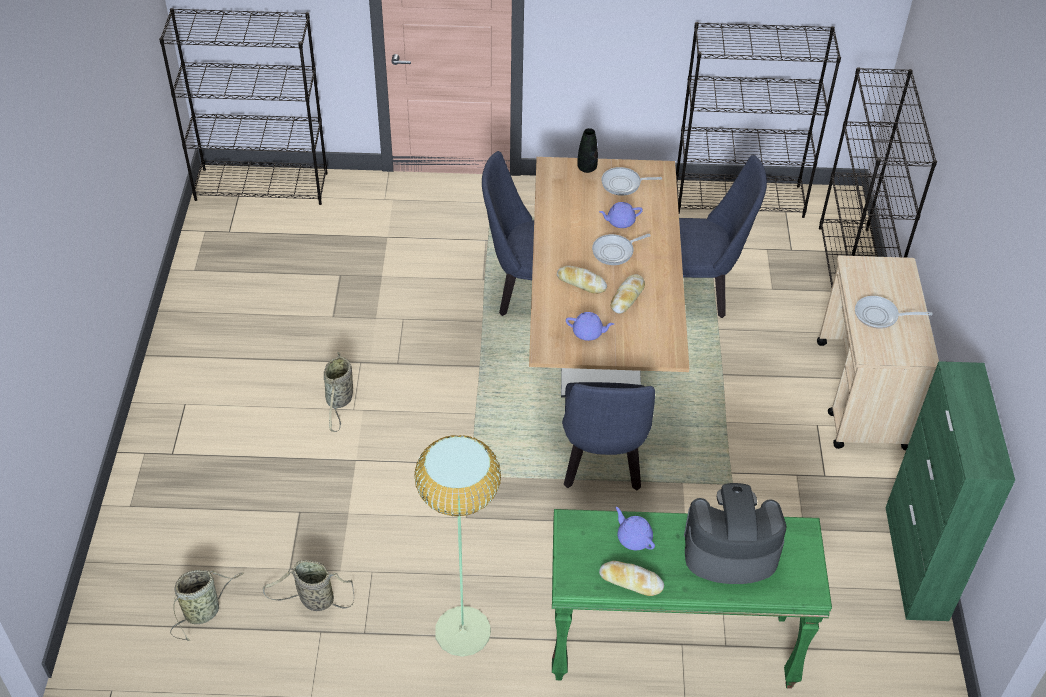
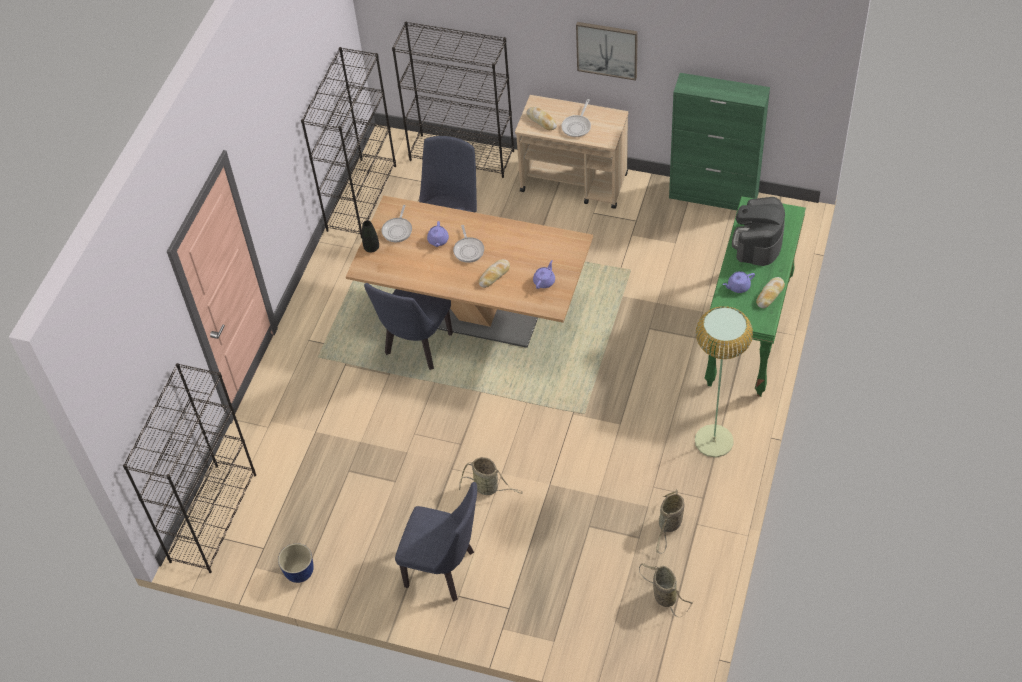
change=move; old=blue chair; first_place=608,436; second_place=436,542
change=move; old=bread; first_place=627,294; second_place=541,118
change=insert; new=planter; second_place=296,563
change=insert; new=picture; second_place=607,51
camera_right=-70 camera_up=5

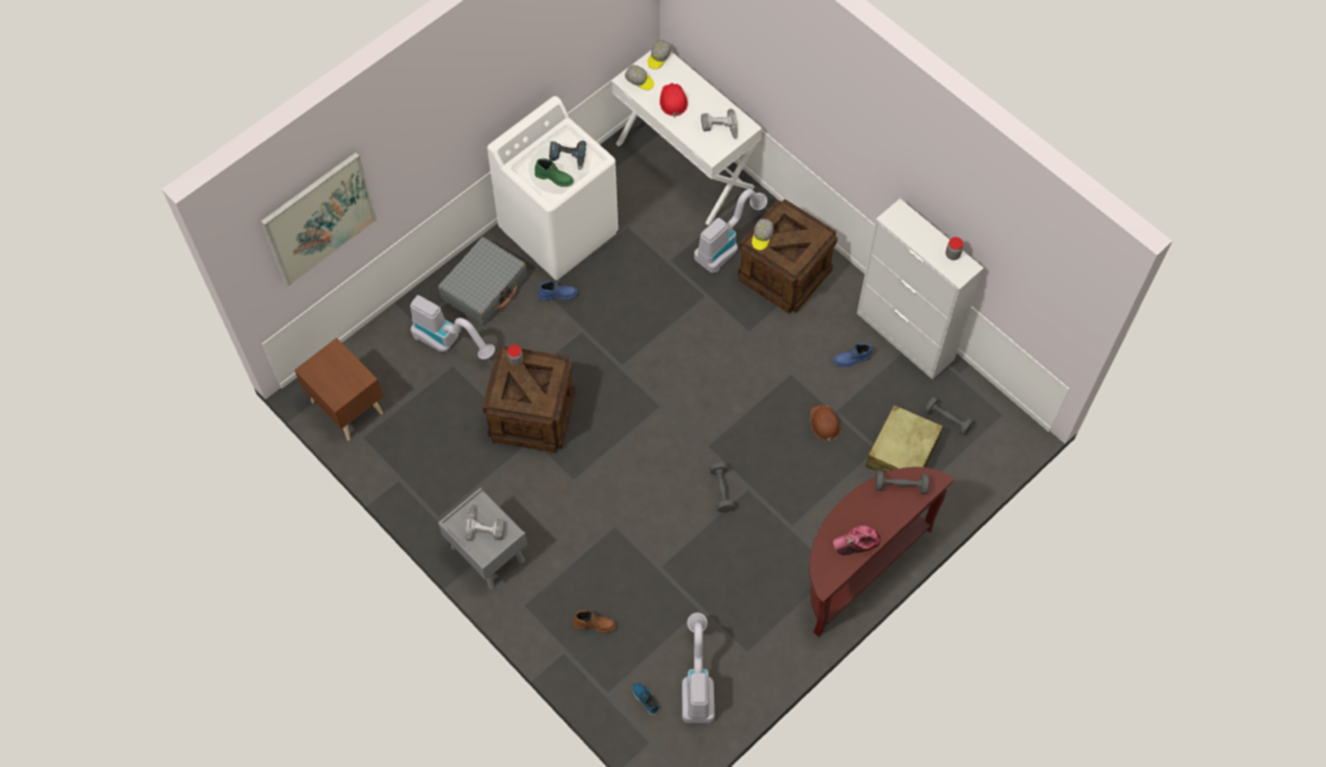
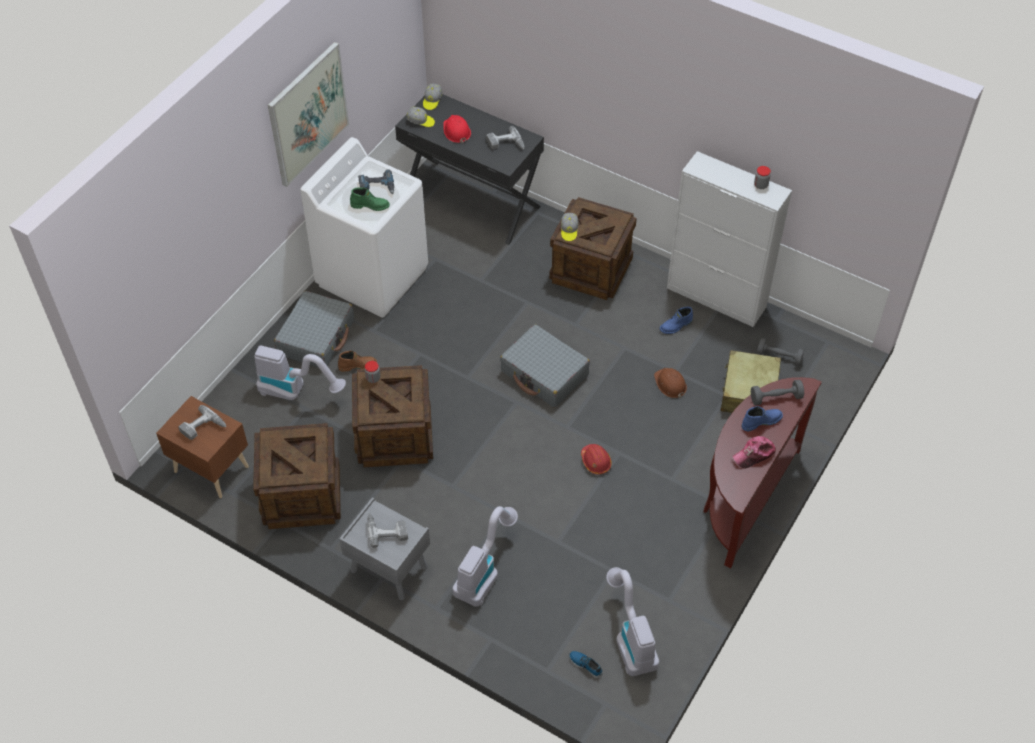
change=move; old=picture; first_place=319,219; second_place=308,114
change=move; old=blue boot; first_place=558,291; second_place=762,418
change=move; old=brown boot; first_place=594,621; second_place=357,361
change=recolor; old=white desk; new=black desk; first_place=687,138; second_place=469,169
change=move; old=vacuum cleaner; first_place=730,231; second_place=485,556
change=replace; old=grey dumbbell; new=red hard hat; first_place=722,487; second_place=596,459
change=insert; new=power drill; second_place=202,422
change=insert; new=crate; second_place=297,476
change=insert; new=grey suitcase; second_place=545,365
camera_right=-15 camera_up=-10

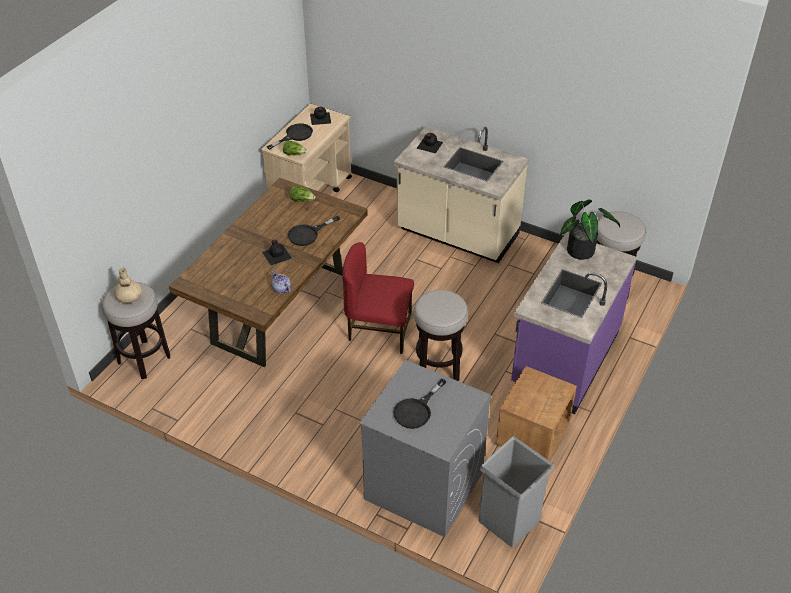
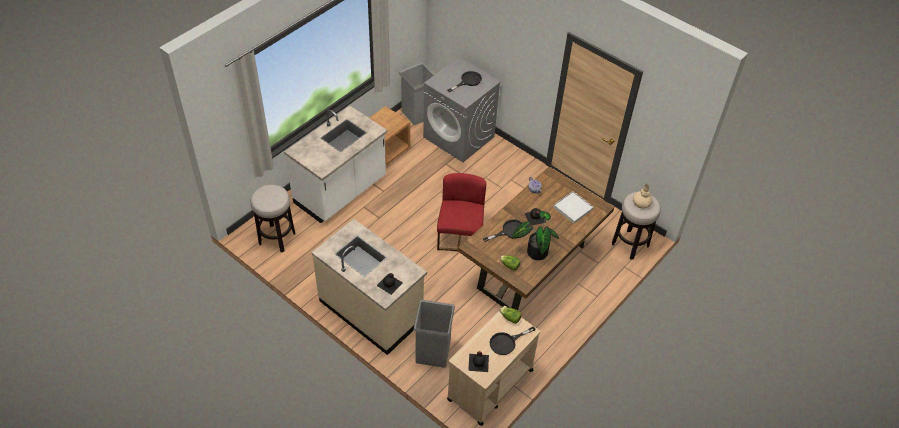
change=rotate; old=red chair; first_place=378,298; second_place=462,212; degrees=-105
change=delete; old=stool; first_place=440,335
change=recolor; old=purple counter; new=white counter; first_place=574,323; second_place=335,164
change=move; old=potted plant; first_place=590,229; second_place=535,235
change=insert; new=grey trash can; second_place=434,334
change=insert; new=white tray; second_place=573,207
camera_right=-170 camera_up=5

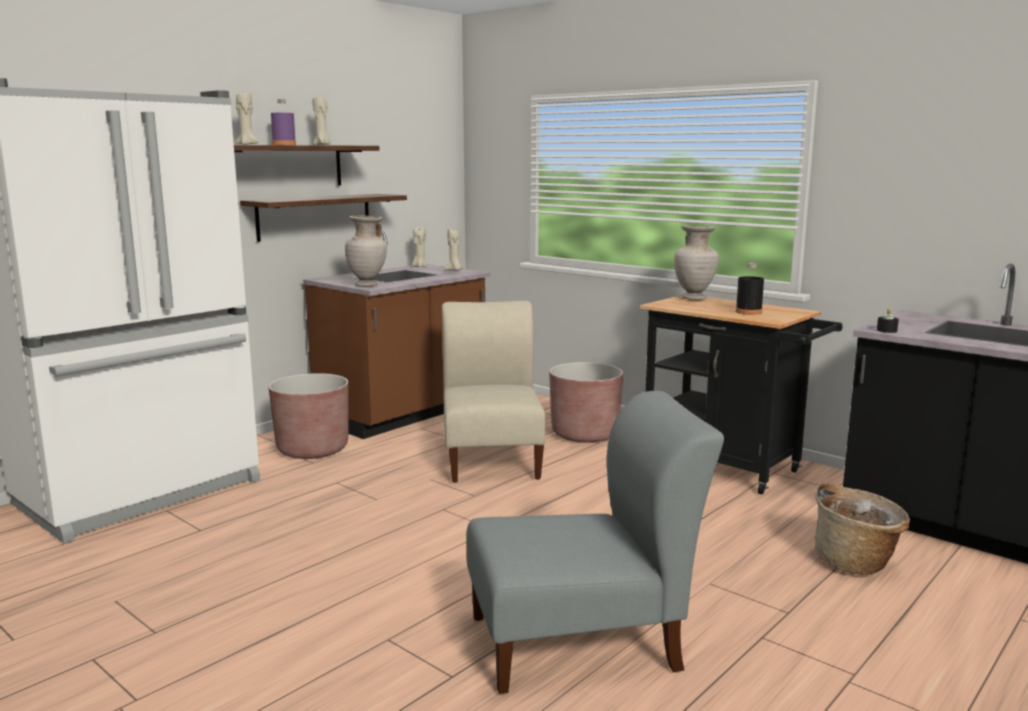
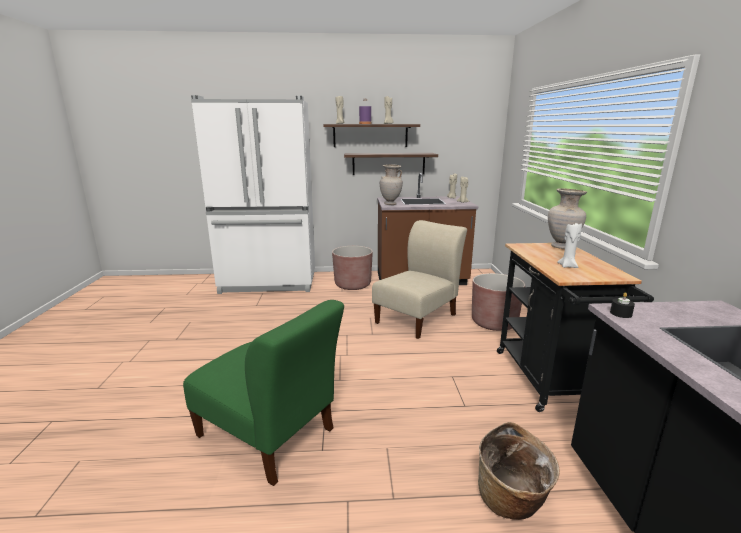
change=recolor; old=grey chair; new=green chair; first_place=595,542; second_place=263,393
change=replace; old=black bottle; new=white candle; first_place=750,289; second_place=569,245
camera_right=45 camera_up=5

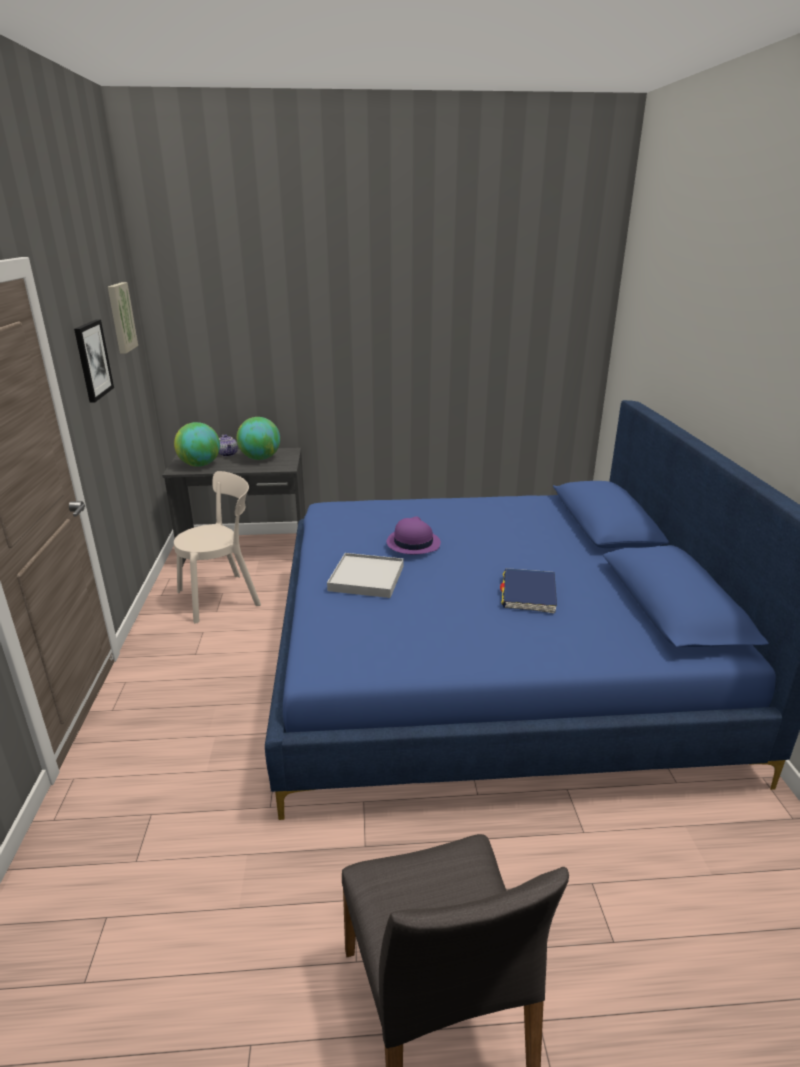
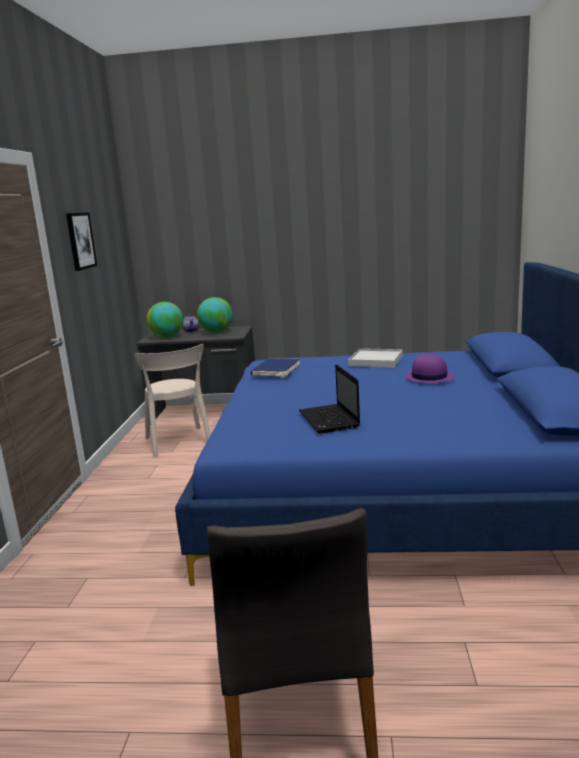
change=delete; old=picture; first_place=123,318
change=rotate; old=beige chair; first_place=217,547; second_place=173,400; degrees=90
change=move; old=white tray; first_place=365,575; second_place=375,358
change=move; old=purple hat; first_place=414,535; second_place=429,368
change=move; old=blue book; first_place=528,590; second_place=275,367
change=insert; new=laptop; second_place=329,398
camera_right=10 camera_up=-10

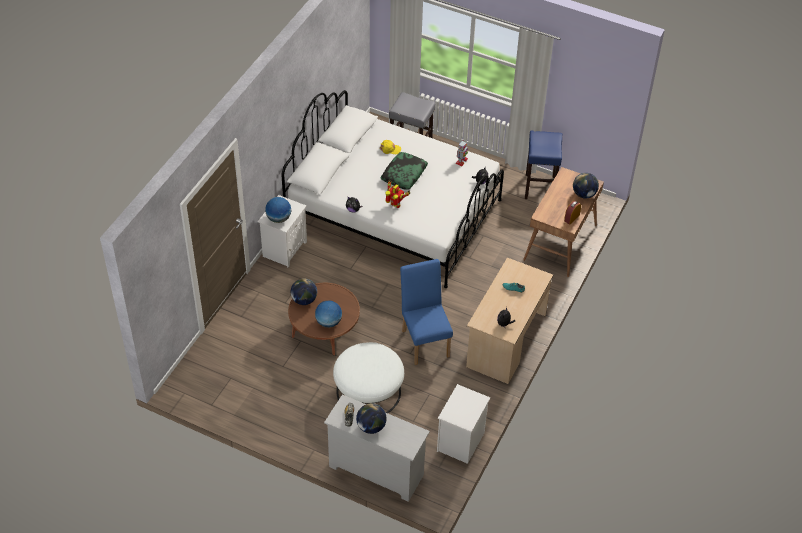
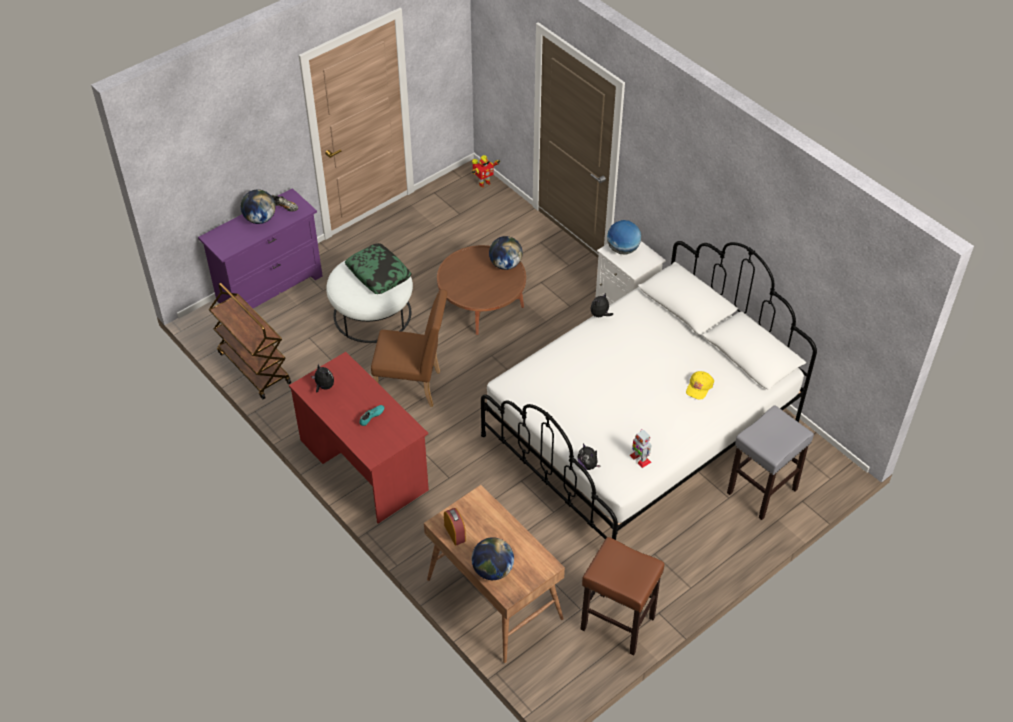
change=delete; old=globe; first_place=328,314
change=recolor; old=white dresser; new=purple dresser; first_place=377,448; second_place=260,248
change=move; old=pillow; first_place=404,171; second_place=378,268
change=move; old=toy robot; first_place=398,194; second_place=486,171
change=recolor; old=blue chair; new=brown chair; first_place=426,312; second_place=409,348
change=replace; old=white nightstand; new=brown cart; first_place=463,424; second_place=250,341
change=recolor; old=beige desk; new=red desk; first_place=509,321; second_place=359,438
change=recolor; old=blue stool; new=brown stool; first_place=543,165; second_place=622,596
camera_right=115 camera_up=0

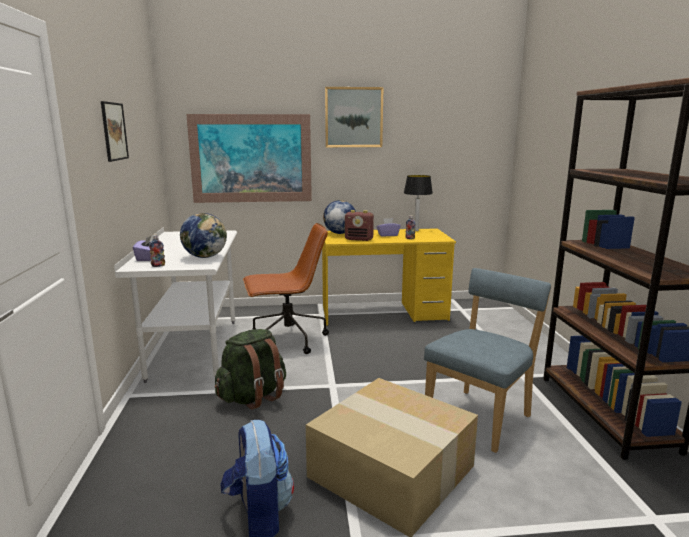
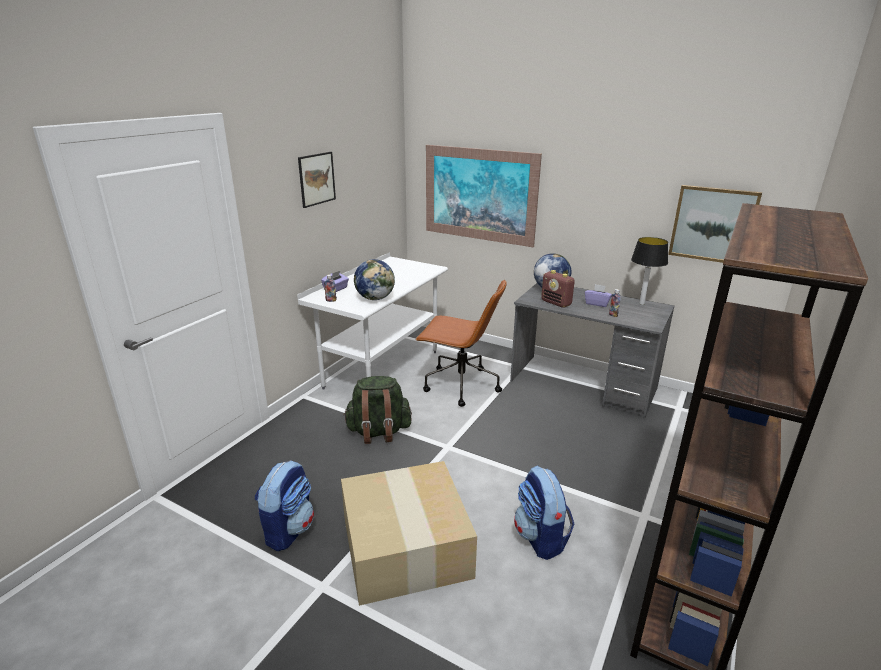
change=recolor; old=yellow desk; new=grey desk; first_place=389,277; second_place=592,350
change=move; old=picture; first_place=354,117; second_place=715,224
change=replace; old=blue chair; new=backpack; first_place=487,360; second_place=544,513
camera_right=35 camera_up=10

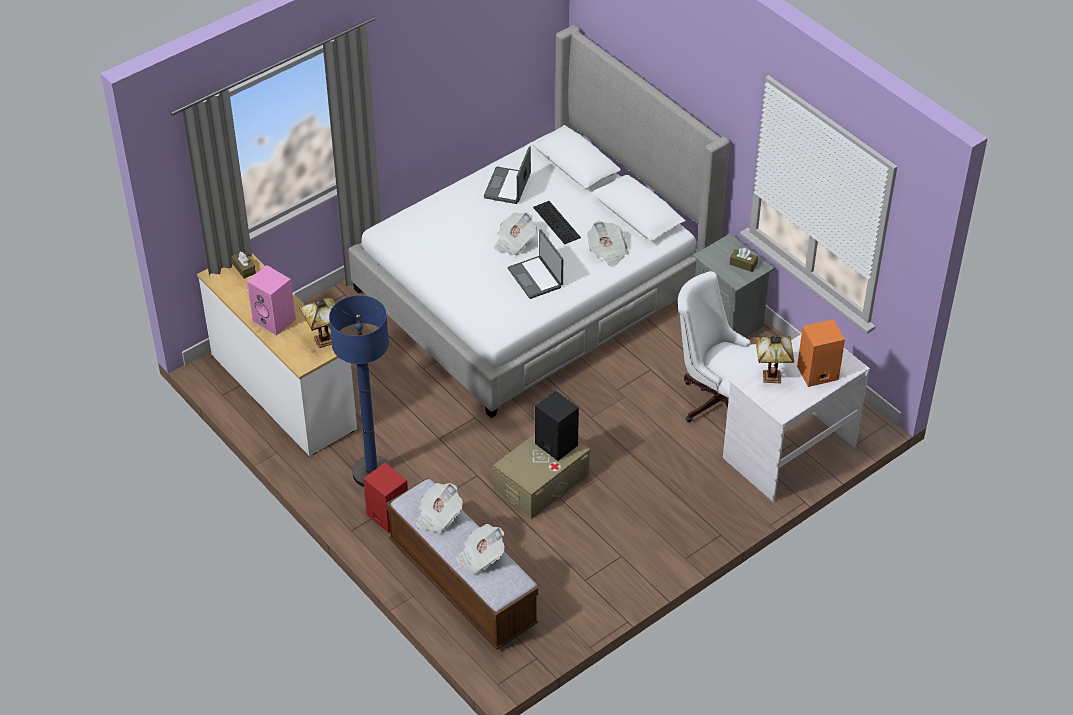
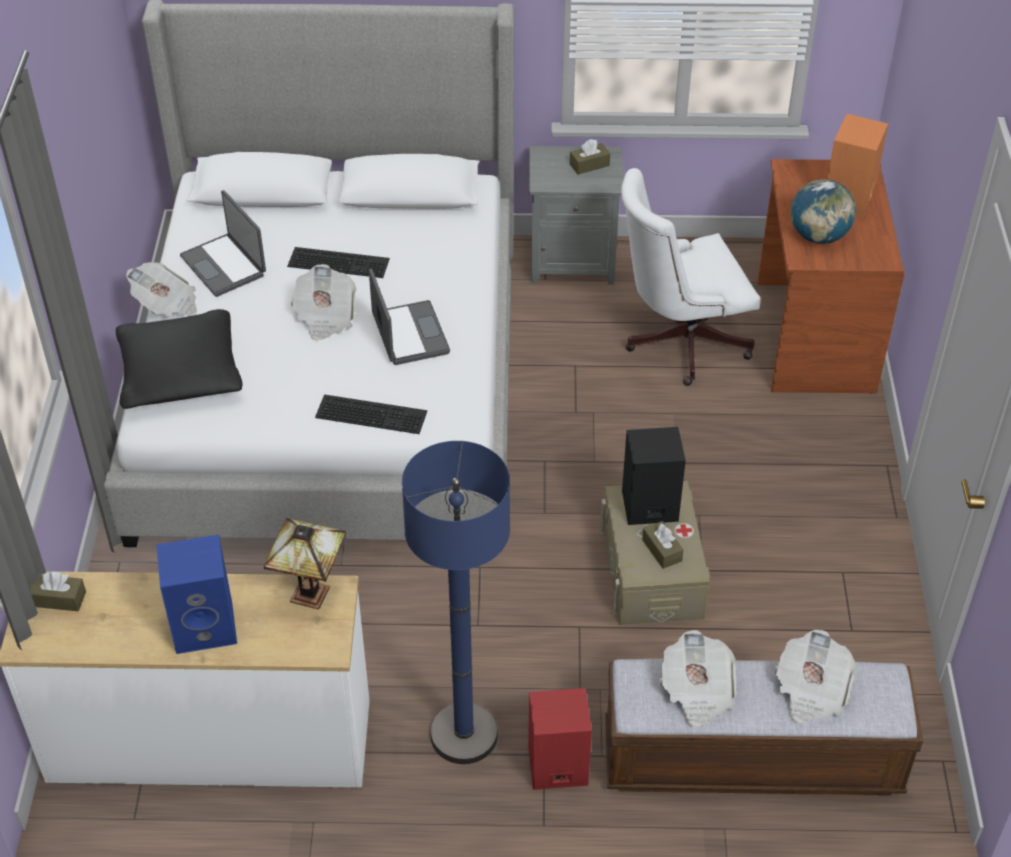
change=recolor; old=pink speaker; new=blue speaker; first_place=271,300; second_place=196,594
change=rotate; old=laptop; first_place=535,264; second_place=409,317; degrees=-120
change=move; old=newspaper; first_place=608,244; second_place=161,289
change=recolor; old=white desk; new=brown desk; first_place=796,418; second_place=831,276
change=replace; old=table lamp; new=globe; first_place=774,359; second_place=823,211
change=insert; new=black pillow; second_place=179,359
change=insert; new=keyboard; second_place=371,414
change=insert; new=brown tissue box; second_place=662,545
camera_right=-50 camera_up=0

